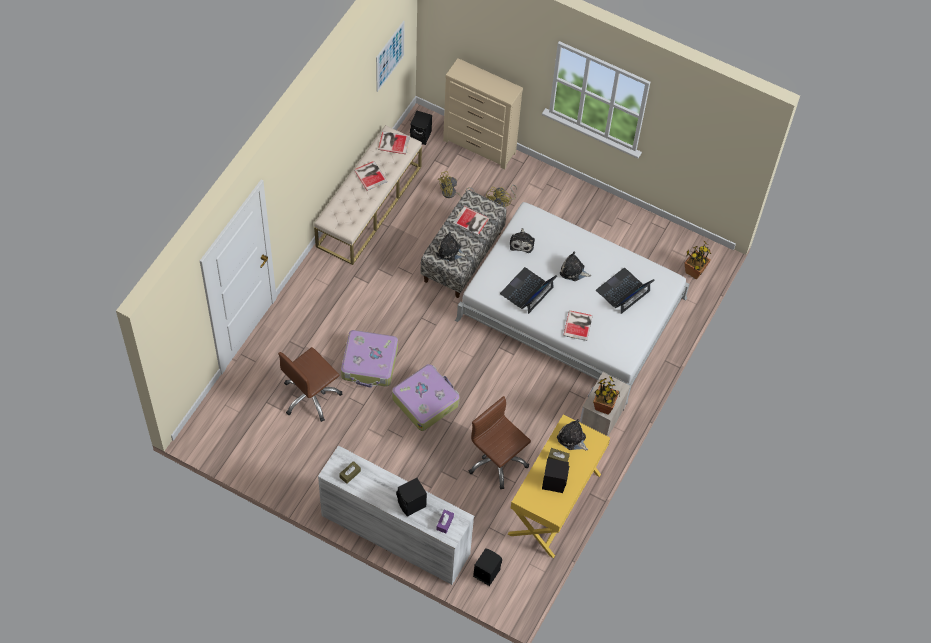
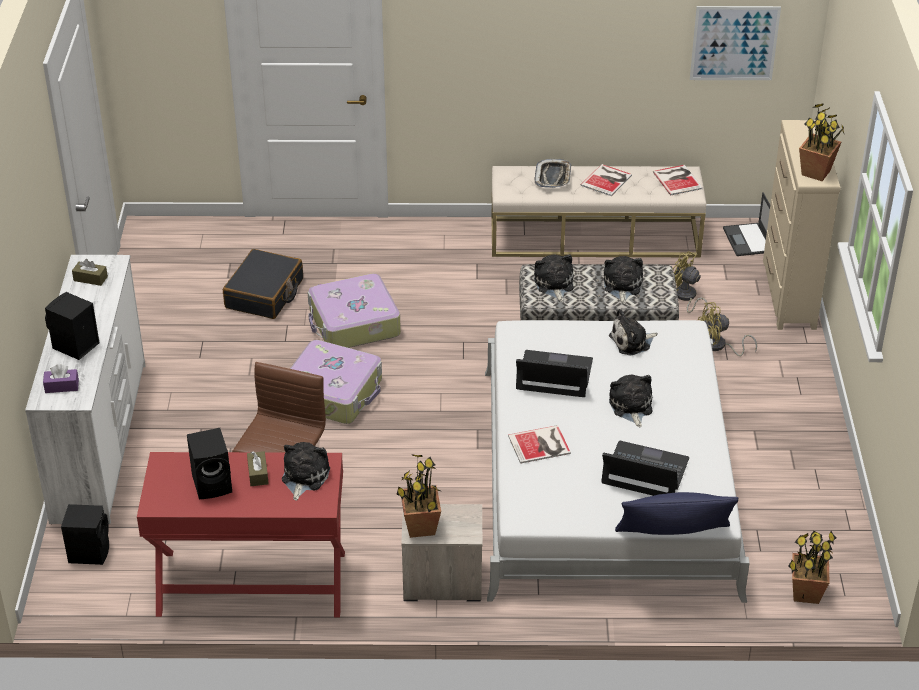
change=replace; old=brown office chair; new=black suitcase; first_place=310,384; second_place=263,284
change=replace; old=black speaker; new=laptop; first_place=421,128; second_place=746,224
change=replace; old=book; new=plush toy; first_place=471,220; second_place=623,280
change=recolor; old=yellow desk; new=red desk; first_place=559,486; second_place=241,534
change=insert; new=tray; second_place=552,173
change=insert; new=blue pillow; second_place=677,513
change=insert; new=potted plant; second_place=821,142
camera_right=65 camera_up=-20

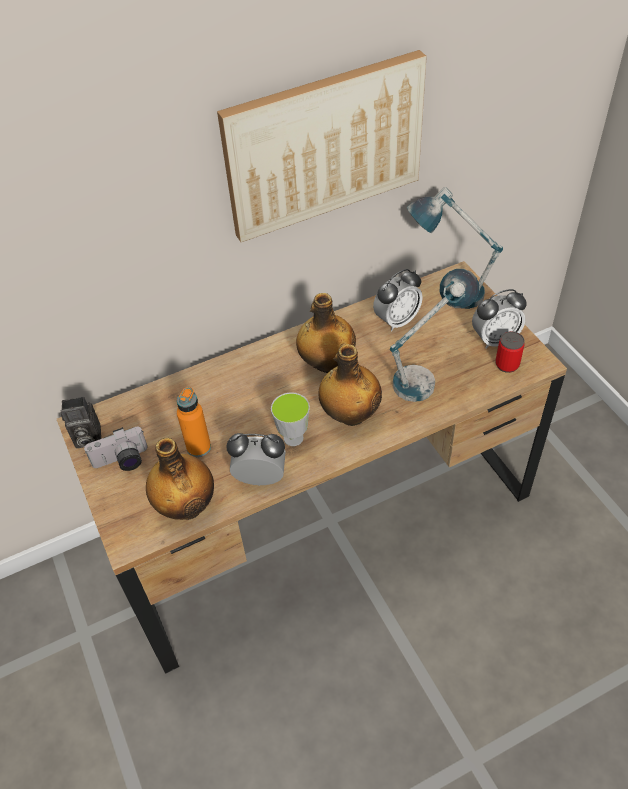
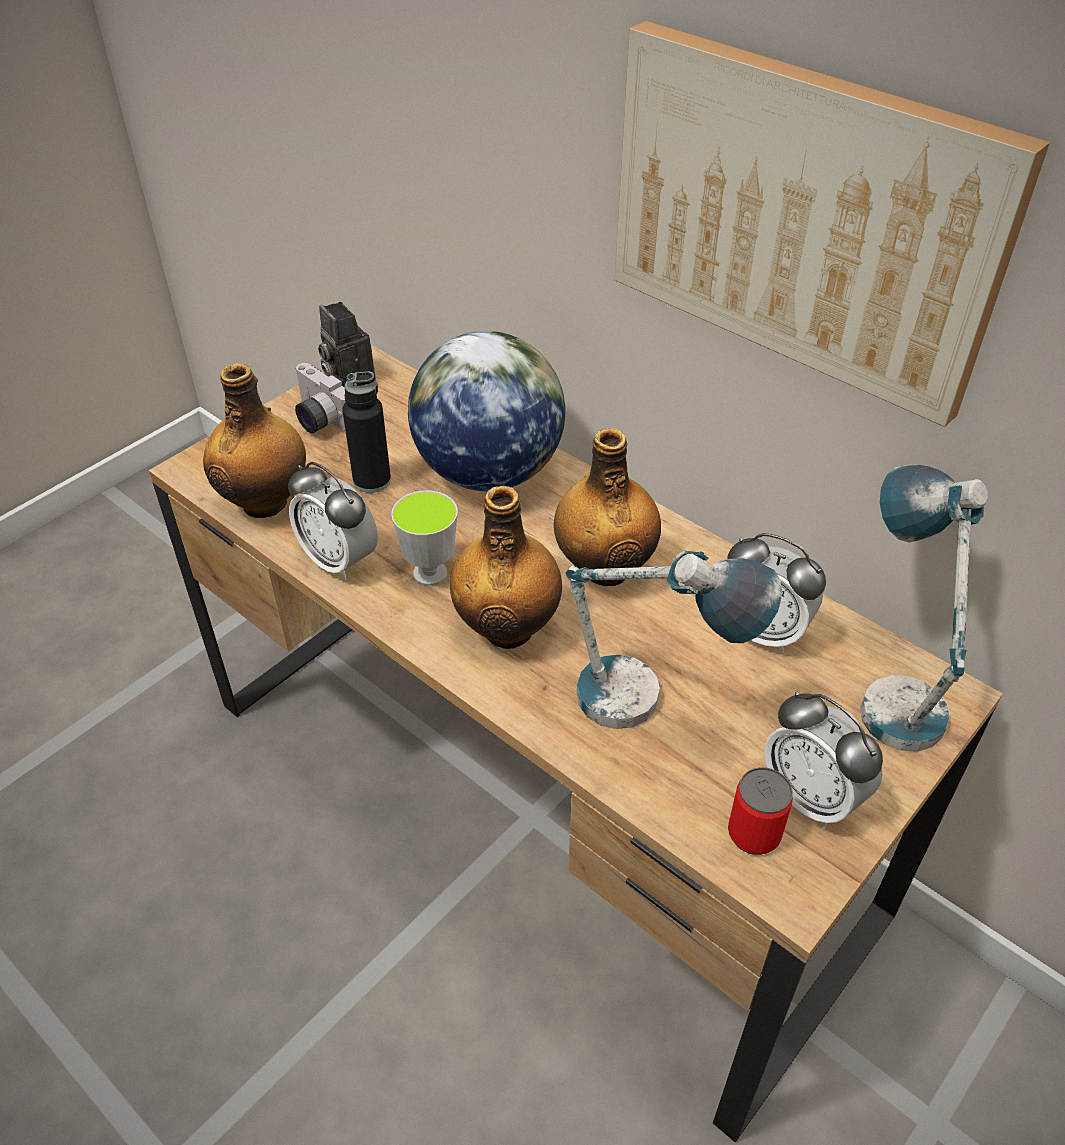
change=recolor; old=orange bottle; new=black bottle; first_place=194,422; second_place=366,432
change=rotate; old=alarm clock; first_place=256,459; second_place=333,521; degrees=150
change=insert; new=globe; second_place=487,411
camera_right=65 camera_up=-5

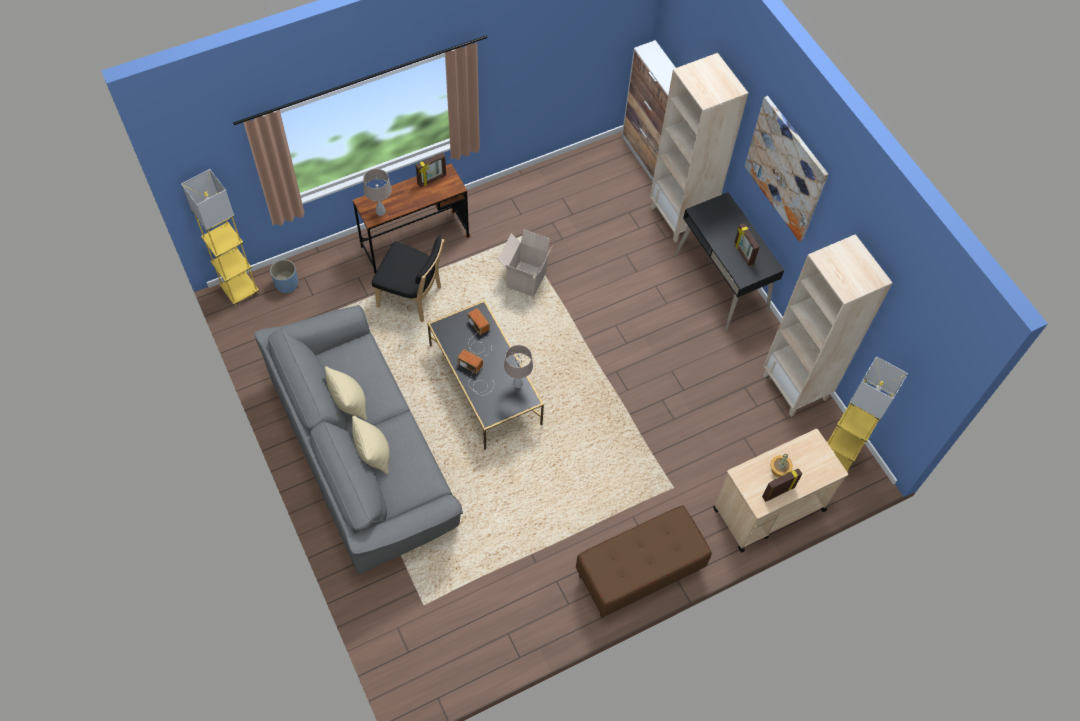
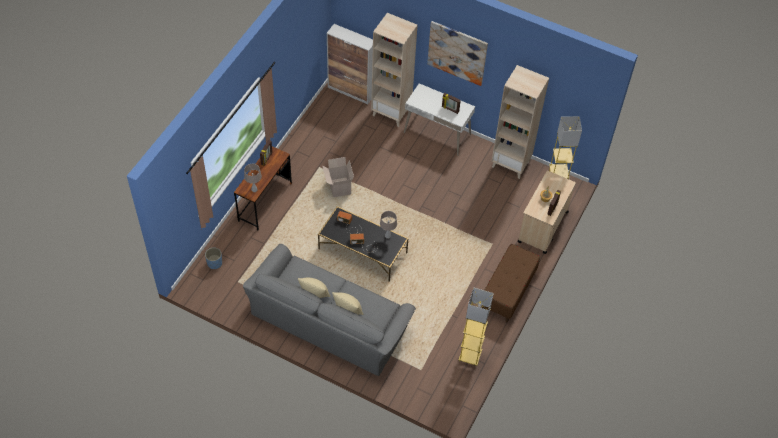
change=move; old=yellow floor lamp; first_place=220,237; second_place=476,327
change=delete; old=black chair; first_place=408,279
change=recolor; old=black desk; new=white desk; first_place=729,261; second_place=439,119
camera_right=-35 camera_up=-5

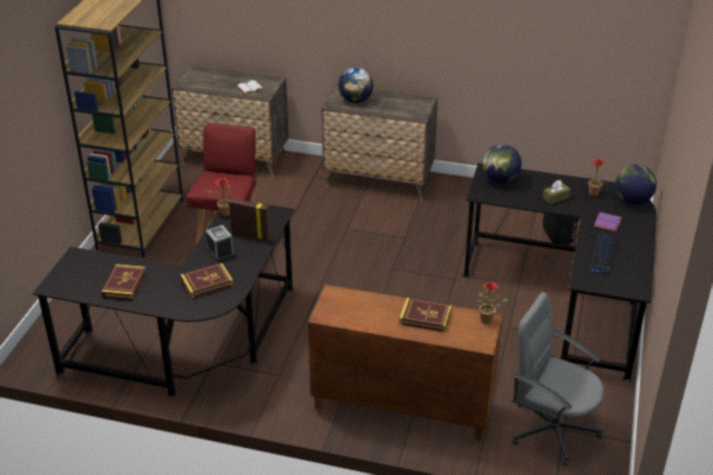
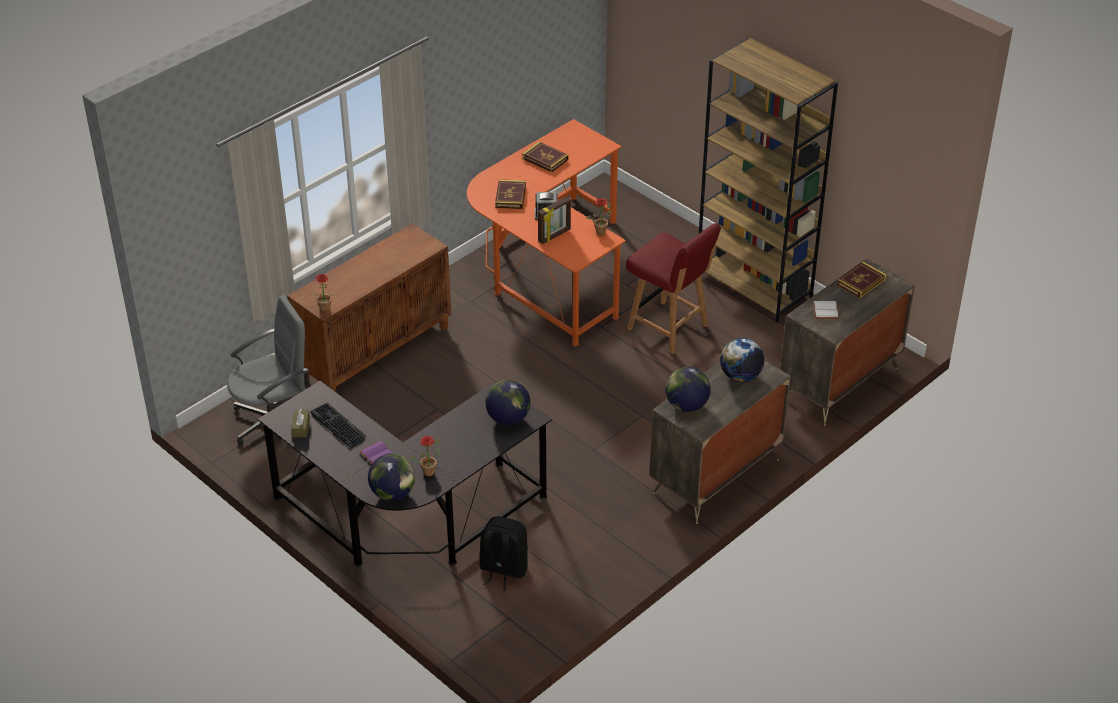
change=recolor; old=black desk; new=orange desk; first_place=164,298; second_place=546,232
change=move; old=book; first_place=425,315; second_place=861,280
change=move; old=brown tissue box; first_place=557,192; second_place=300,423
change=insert; new=globe; second_place=688,389
camera_right=120 camera_up=5

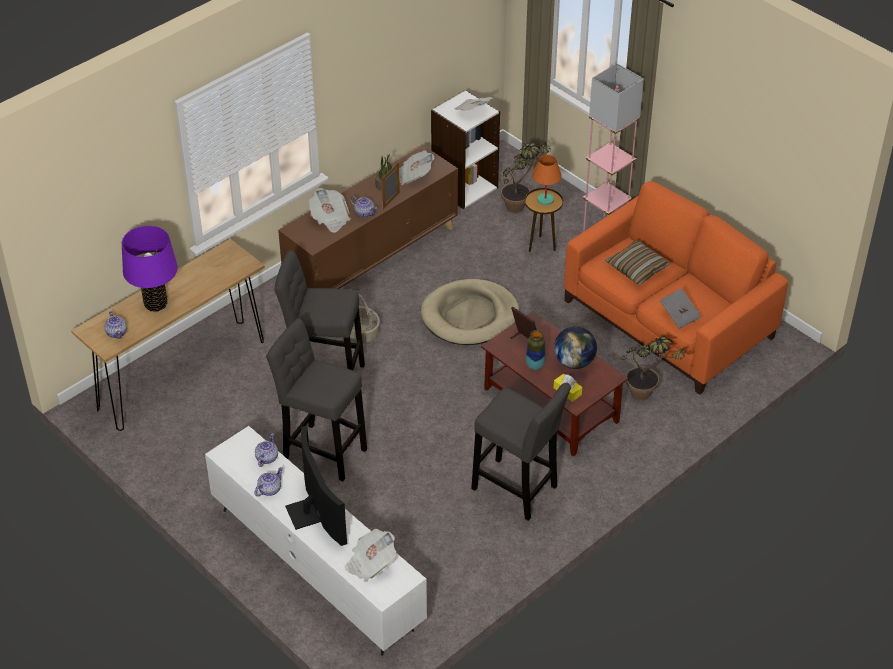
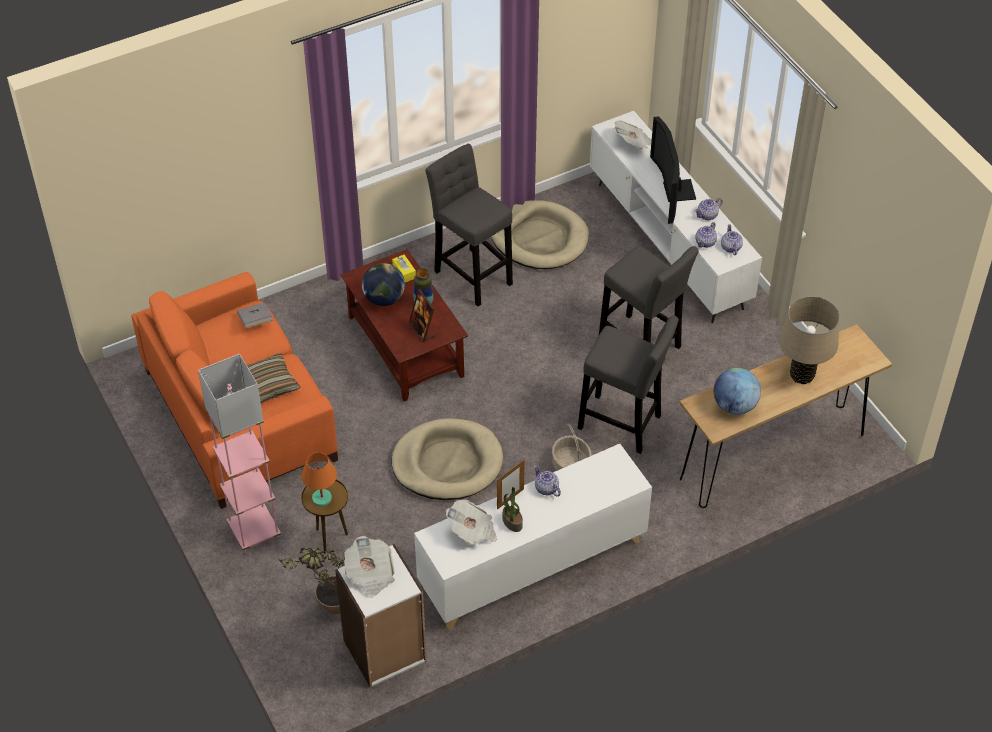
change=move; old=teapot; first_place=115,325; second_place=732,239
change=recolor; old=purple table lamp; new=beige table lamp; first_place=150,268; second_place=809,340
change=recolor; old=brown cabinet; new=white cabinet; first_place=368,217; second_place=533,536
change=delete; old=newspaper; first_place=330,210
change=delete; old=potted plant; first_place=653,368
change=insert; new=beige dog bed; second_place=540,234
change=insert; new=globe; second_place=737,391
camera_right=-165 camera_up=5

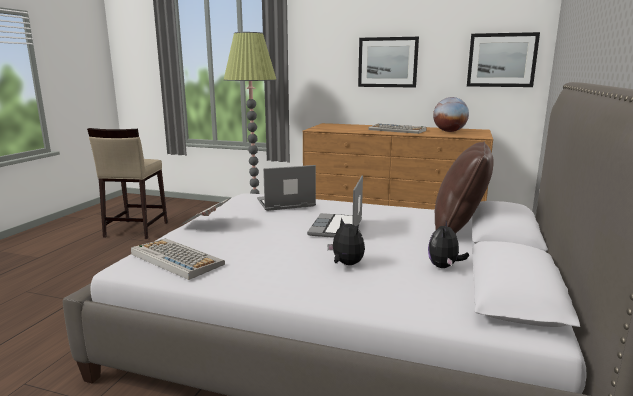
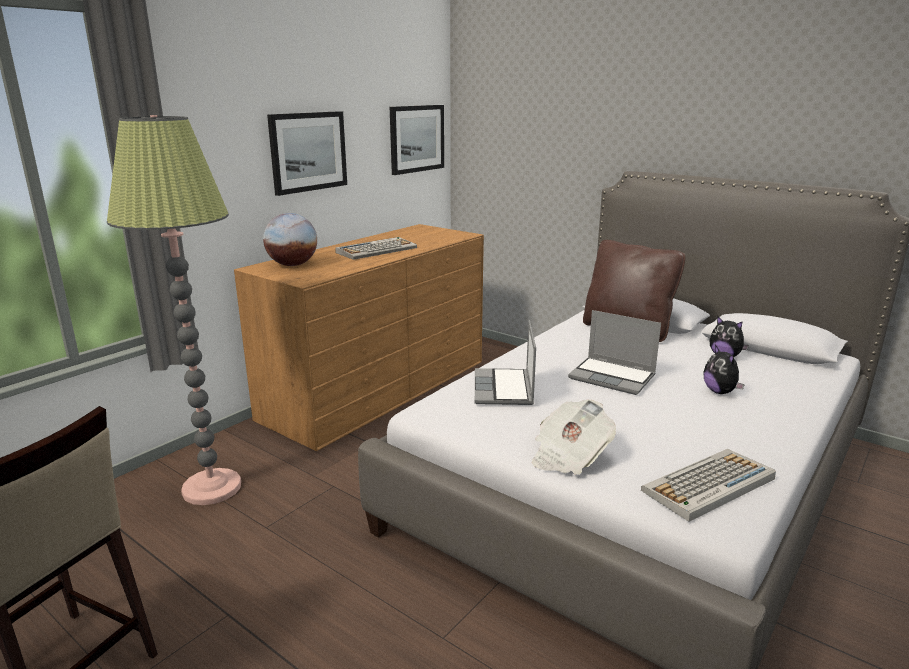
change=rotate; old=plush toy; first_place=346,241; second_place=724,369; degrees=-90
change=move; old=globe; first_place=451,114; second_place=290,239
camera_right=-70 camera_up=5

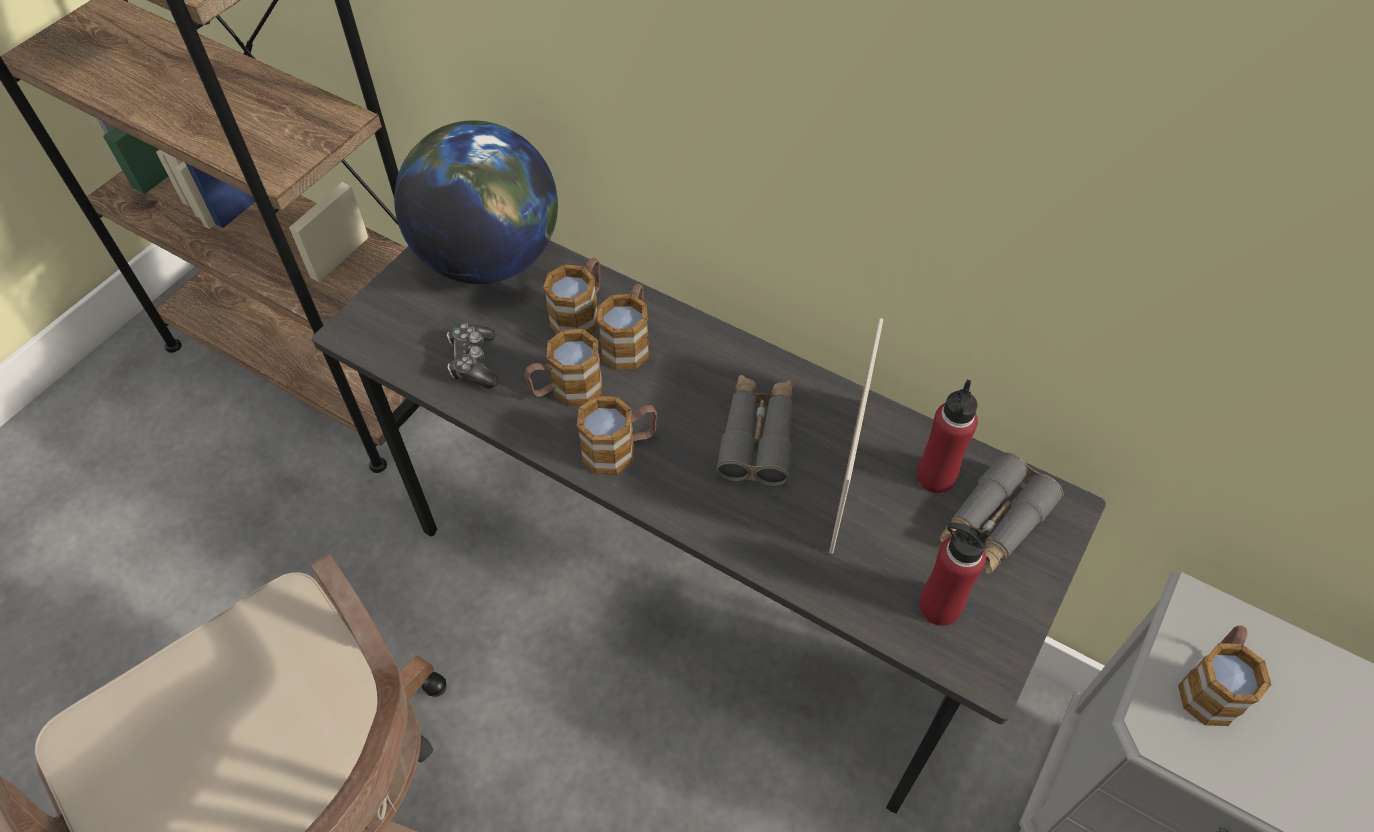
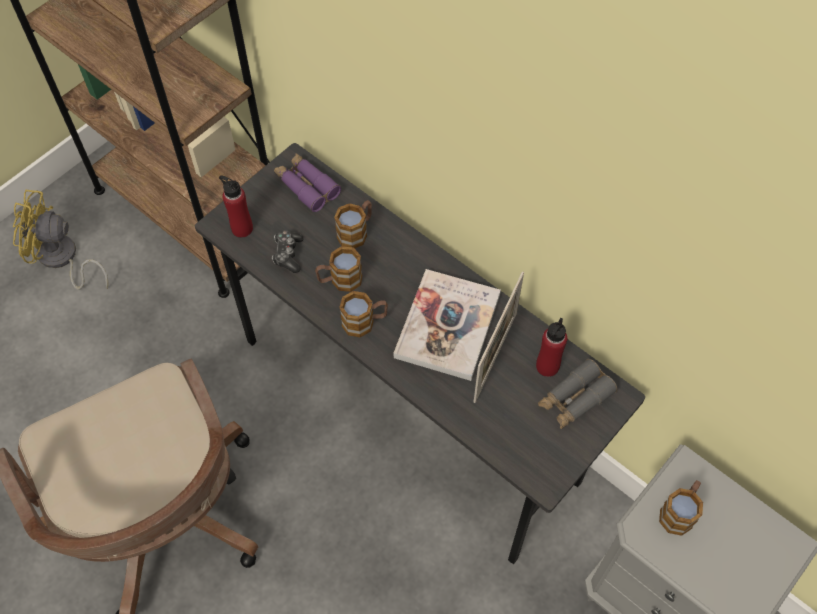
change=replace; old=globe; new=purple binoculars; first_place=476,202; second_place=307,182
change=delete; old=mug; first_place=623,327
change=replace; old=grey binoculars; new=book; first_place=754,430; second_place=447,325
change=move; old=red bottle; first_place=954,574; second_place=236,206
change=insert; new=yellow fan; second_place=60,240
camera_right=10 camera_up=5

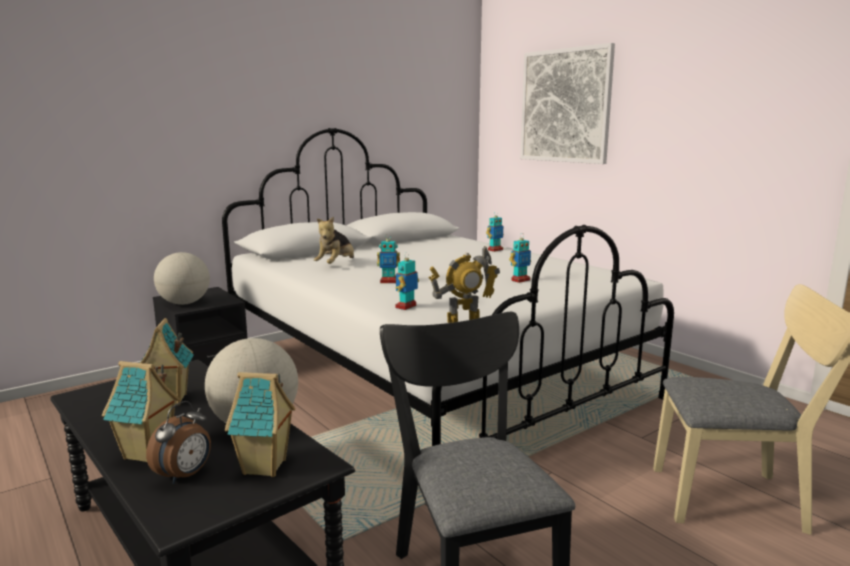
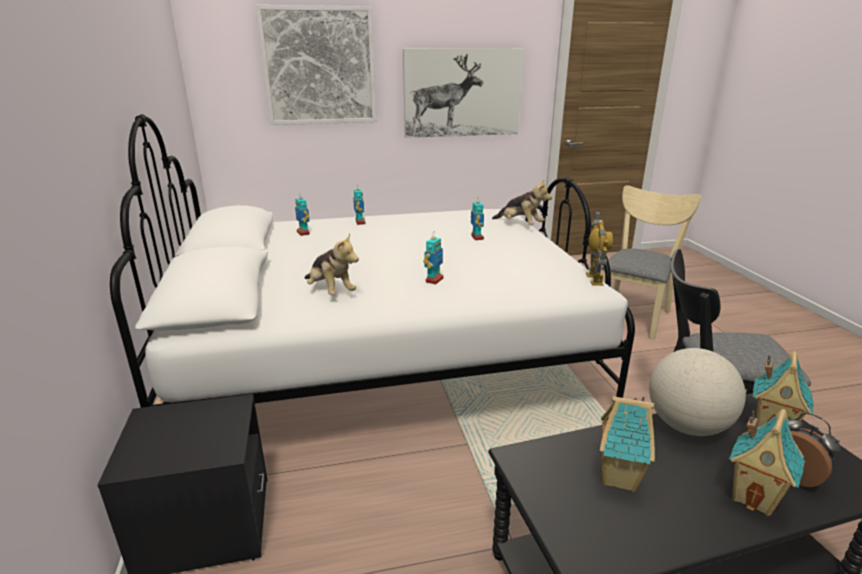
change=delete; old=globe; first_place=182,278
change=move; old=toy robot; first_place=407,281; second_place=302,214
change=insert; new=picture; second_place=463,93
change=insert; new=plush toy; second_place=522,202
camera_right=-65 camera_up=10

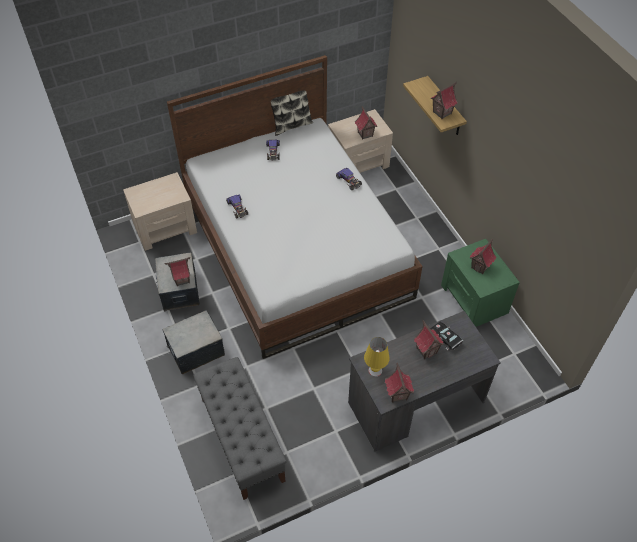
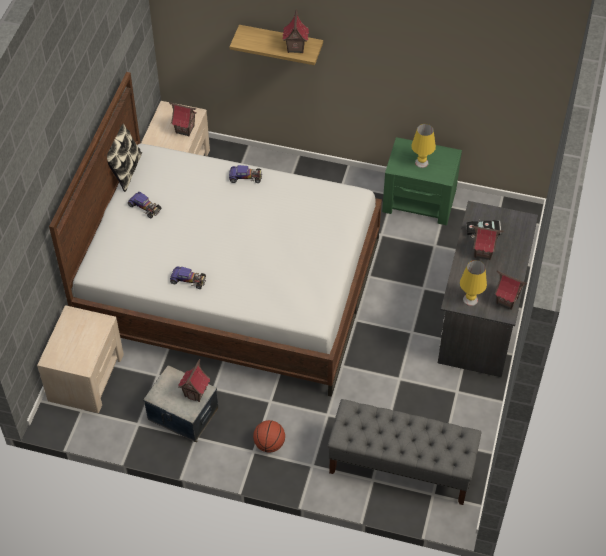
change=replace; old=storage box; new=basketball; first_place=193,342; second_place=269,436
change=replace; old=toy house; new=yellow table lamp; first_place=483,256; second_place=423,146
camera_right=-50 camera_up=0

